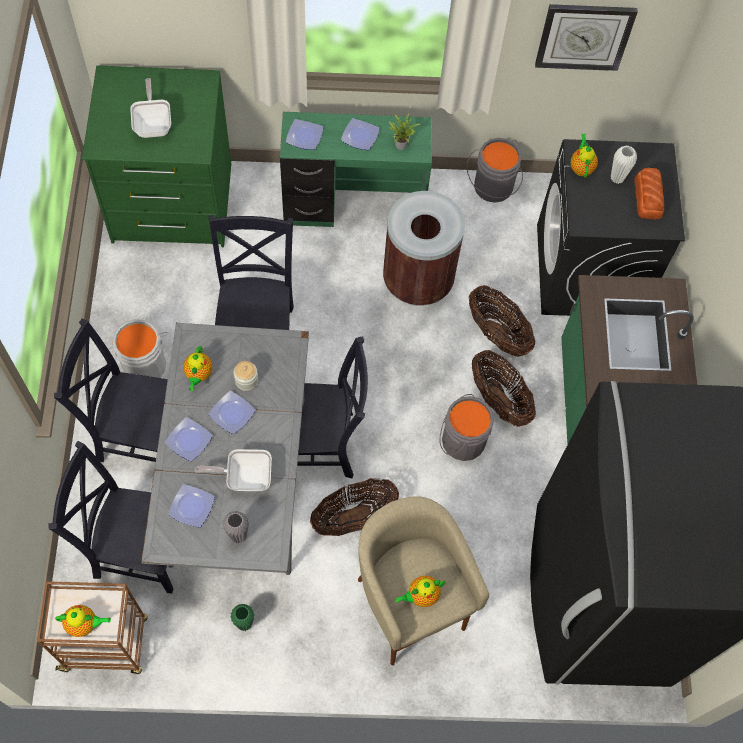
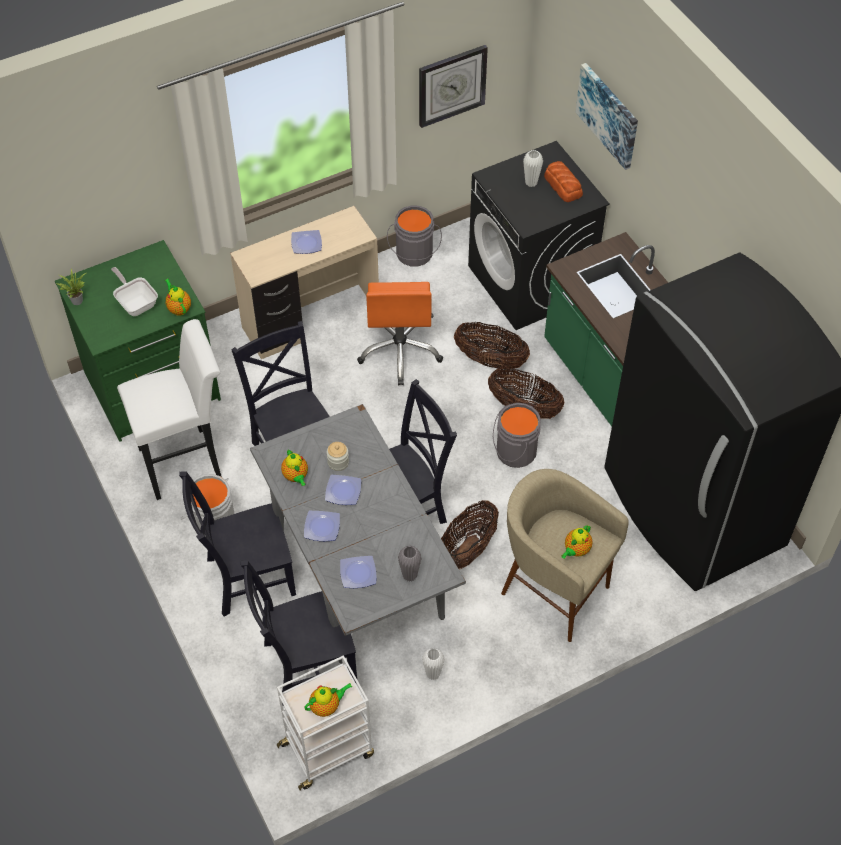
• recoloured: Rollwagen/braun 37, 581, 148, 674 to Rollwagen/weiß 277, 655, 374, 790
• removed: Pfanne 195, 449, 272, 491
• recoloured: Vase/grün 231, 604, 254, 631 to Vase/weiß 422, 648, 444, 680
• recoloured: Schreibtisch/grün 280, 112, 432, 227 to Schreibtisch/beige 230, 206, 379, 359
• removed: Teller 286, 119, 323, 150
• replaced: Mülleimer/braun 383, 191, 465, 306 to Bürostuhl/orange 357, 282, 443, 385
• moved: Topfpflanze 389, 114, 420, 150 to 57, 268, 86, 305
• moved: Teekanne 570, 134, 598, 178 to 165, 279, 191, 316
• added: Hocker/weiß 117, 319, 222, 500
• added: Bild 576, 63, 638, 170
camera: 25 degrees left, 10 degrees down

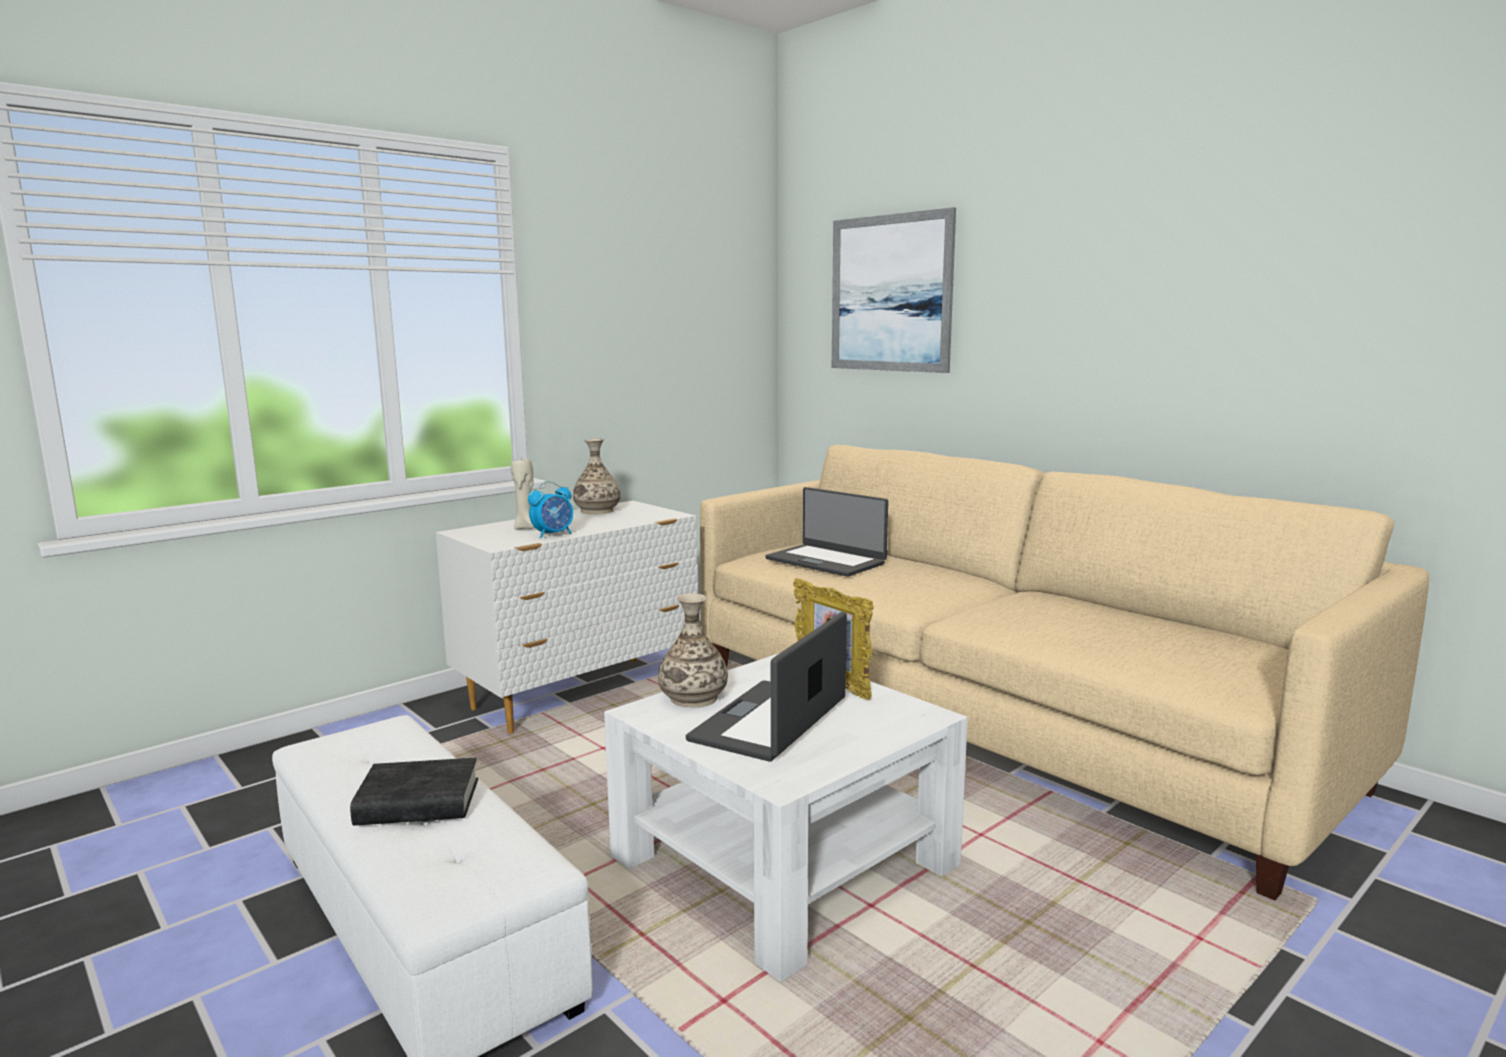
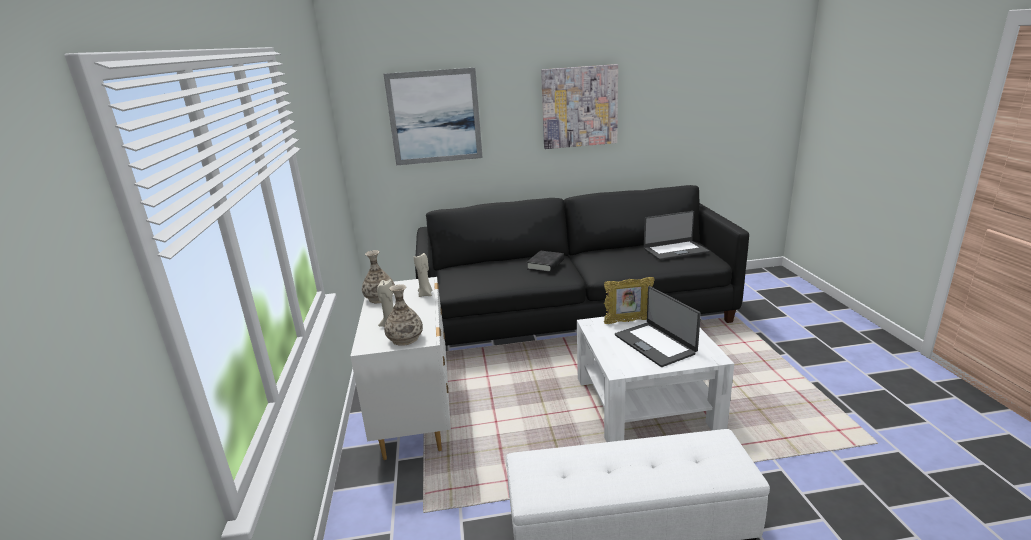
• moved: Buch/schwarz 350, 758, 478, 826 to 527, 250, 564, 272
• removed: Wecker 528, 481, 573, 538
• moved: Vase 658, 593, 728, 707 to 384, 284, 423, 346
• recoloured: Sofa/beige 700, 445, 1429, 900 to Sofa/schwarz 415, 185, 749, 346
• moved: Laptop 765, 487, 888, 577 to 644, 211, 709, 260
• added: Kerze/beige 414, 253, 432, 297
• added: Bild 541, 64, 618, 149
camera: 55 degrees left, 10 degrees up

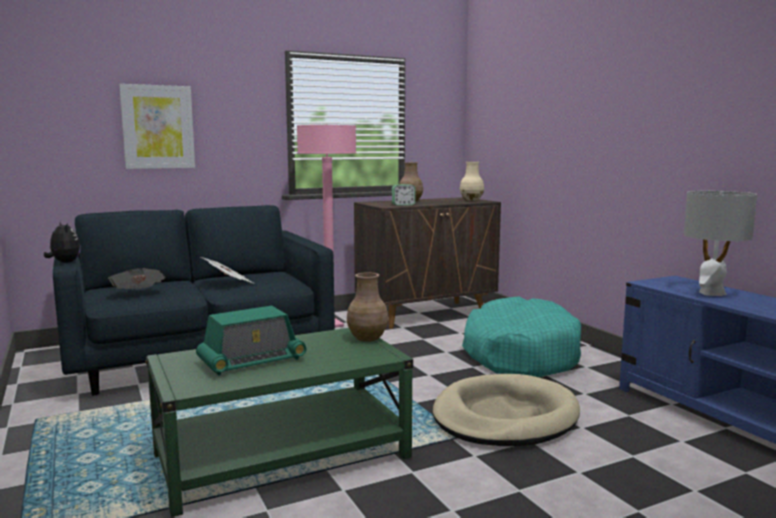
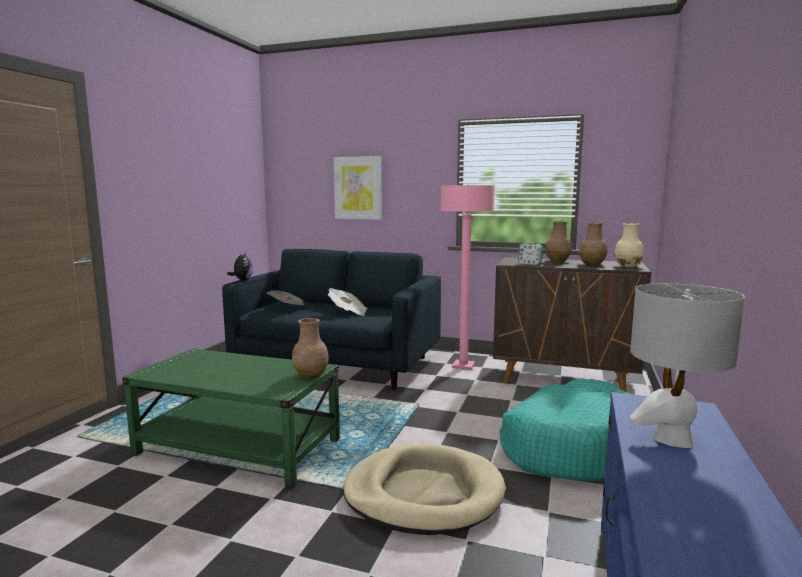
• removed: Radio 196, 306, 306, 376
• added: Vase/braun 579, 223, 607, 265
camera: 45 degrees right, 0 degrees up

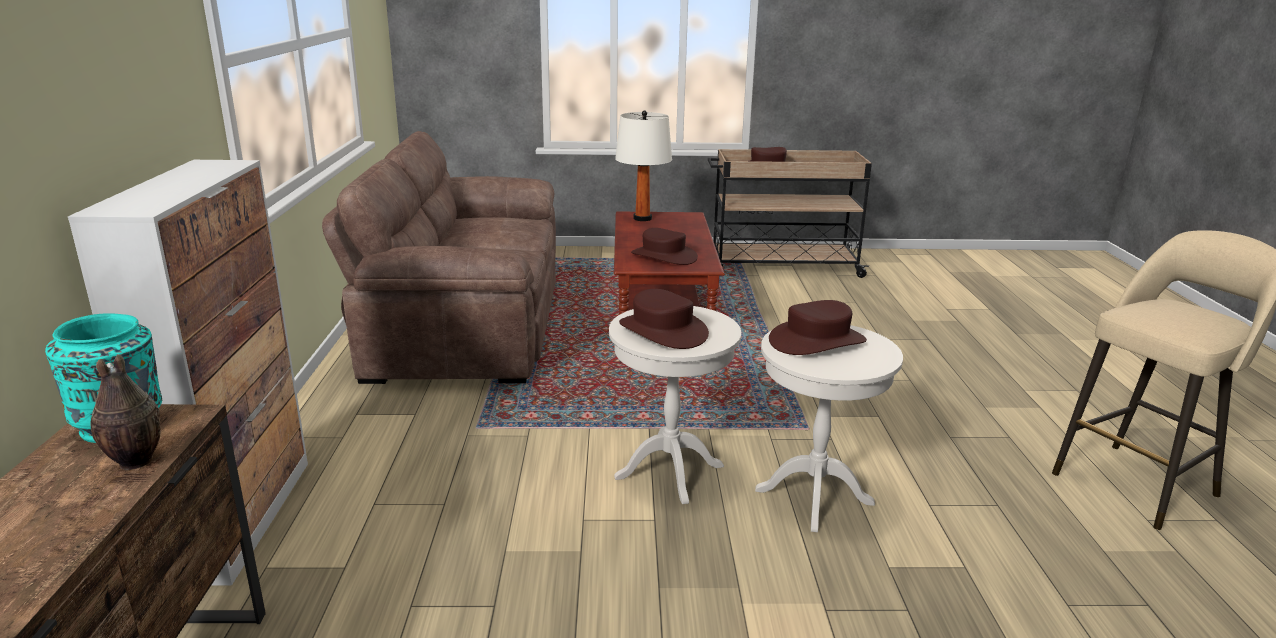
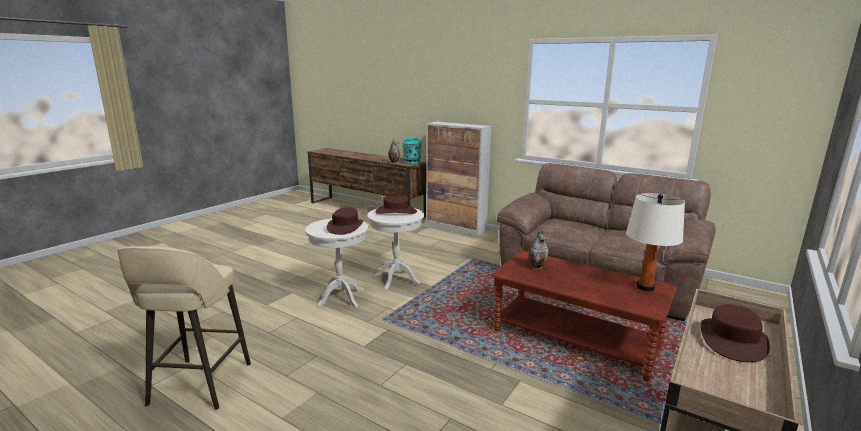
• replaced: Hut/braun 631, 228, 698, 265 to Vase 529, 230, 549, 269
camera: 125 degrees right, 5 degrees down

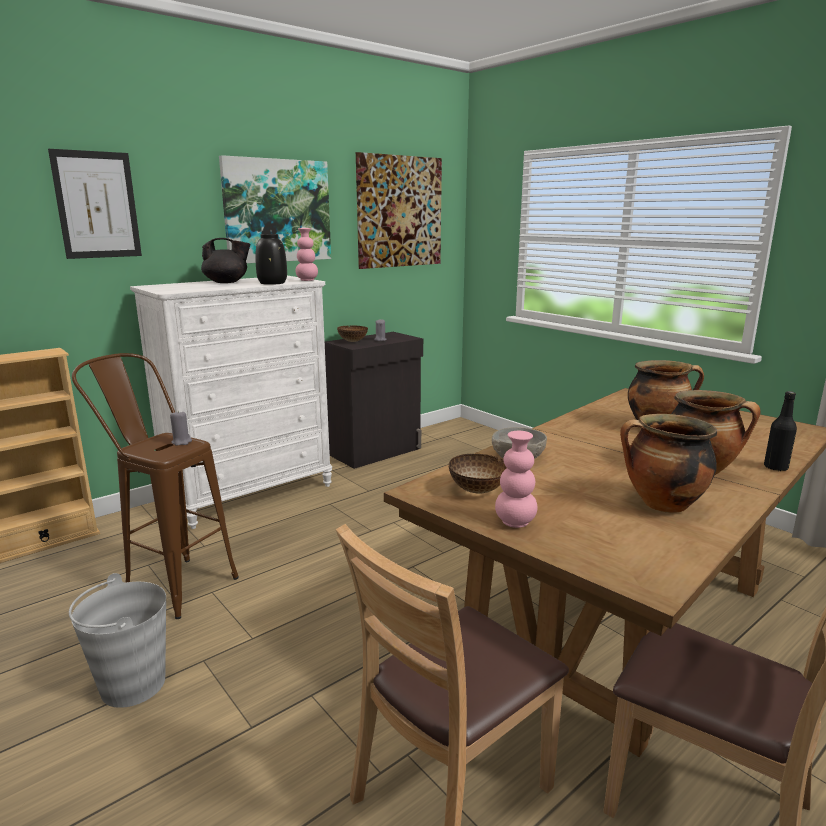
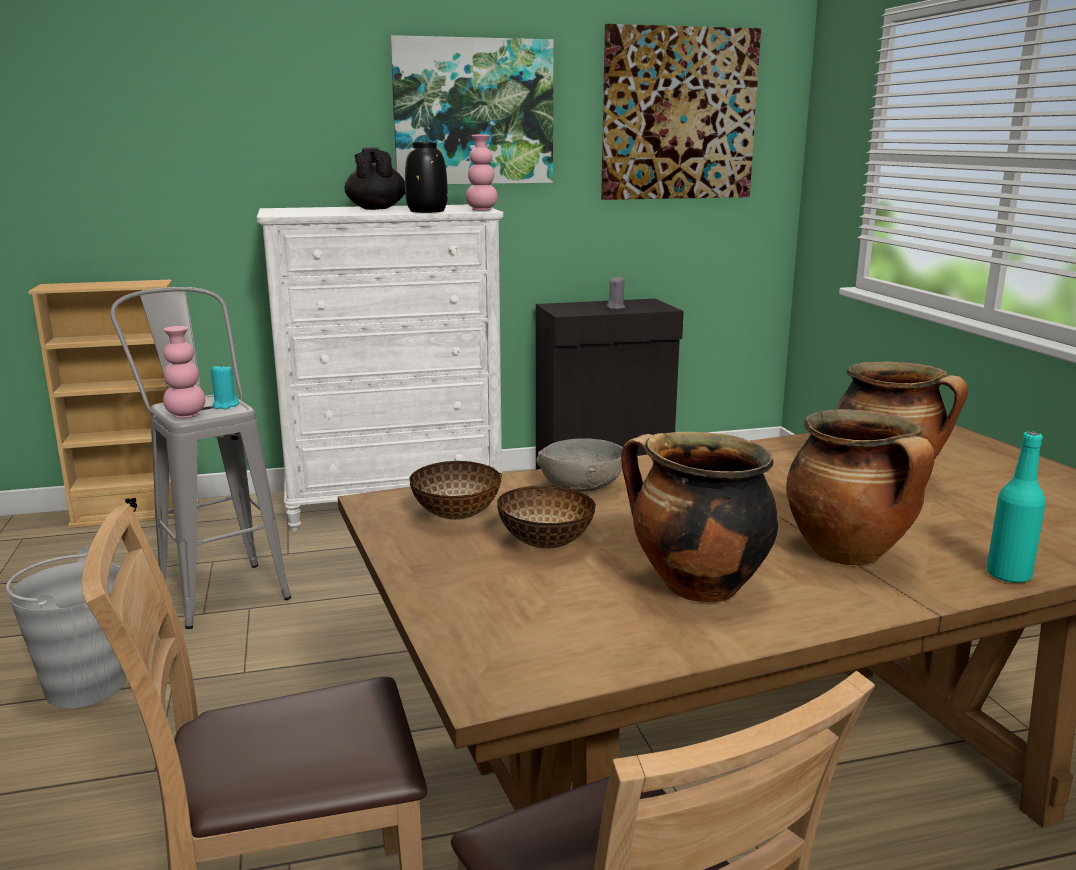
• removed: Bild 48, 149, 142, 259
• recoloured: Hocker/braun 72, 353, 239, 619 to Hocker/grau 110, 287, 291, 629
• recoloured: Kerze/grau 170, 411, 192, 446 to Kerze/türkis 211, 364, 239, 409
• turned: Teekanne/schwarz 201, 238, 250, 283 = 344, 147, 405, 210 120 degrees counterclockwise
• moved: Schüssel 337, 325, 368, 342 to 497, 485, 596, 549
• moved: Vase/rosa 495, 431, 538, 528 to 163, 326, 205, 418
• recoloured: Flasche/schwarz 764, 391, 797, 471 to Flasche/türkis 986, 431, 1046, 584
camera: 25 degrees right, 0 degrees up

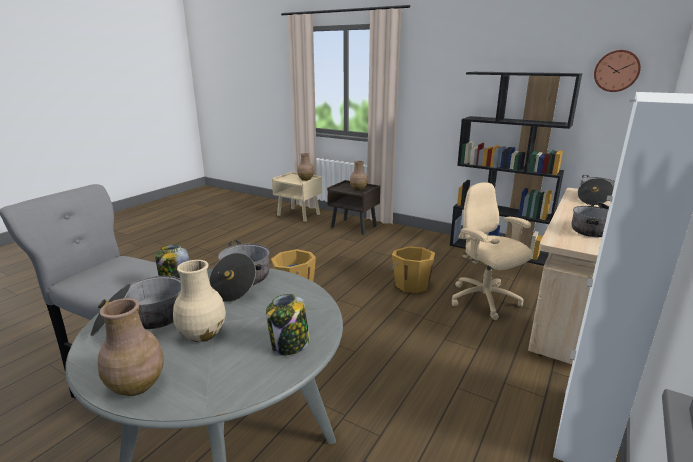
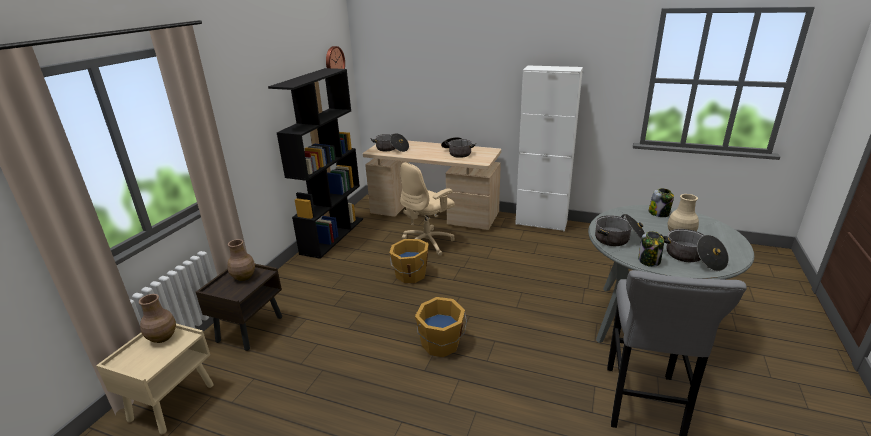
• removed: Vase/braun 98, 298, 164, 396
camera: 100 degrees left, 5 degrees up

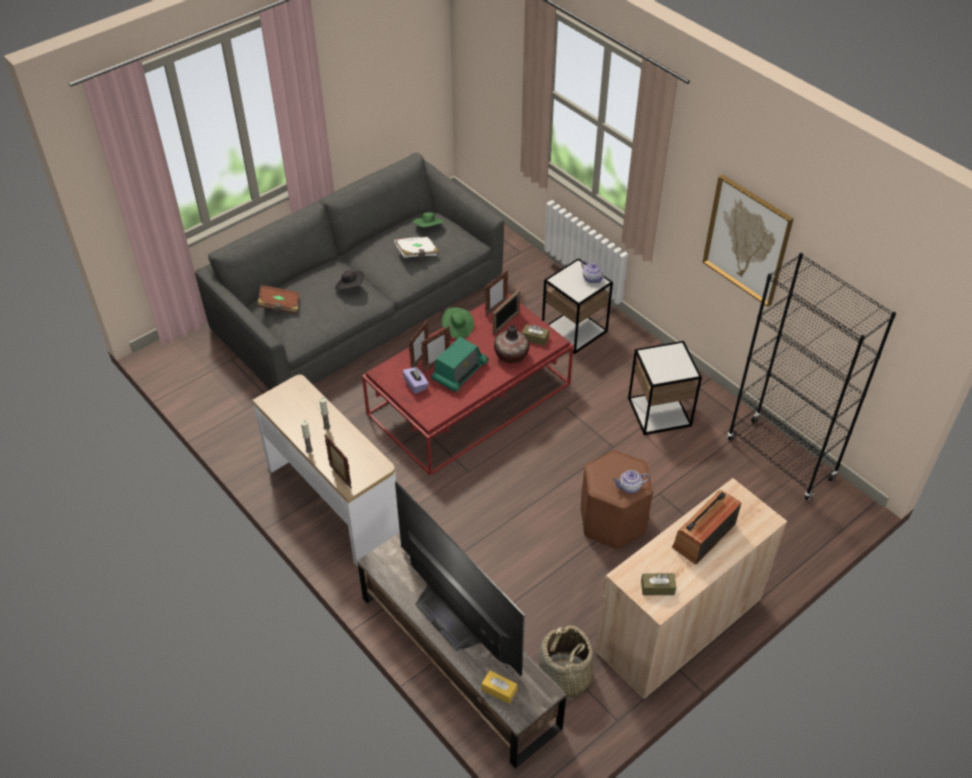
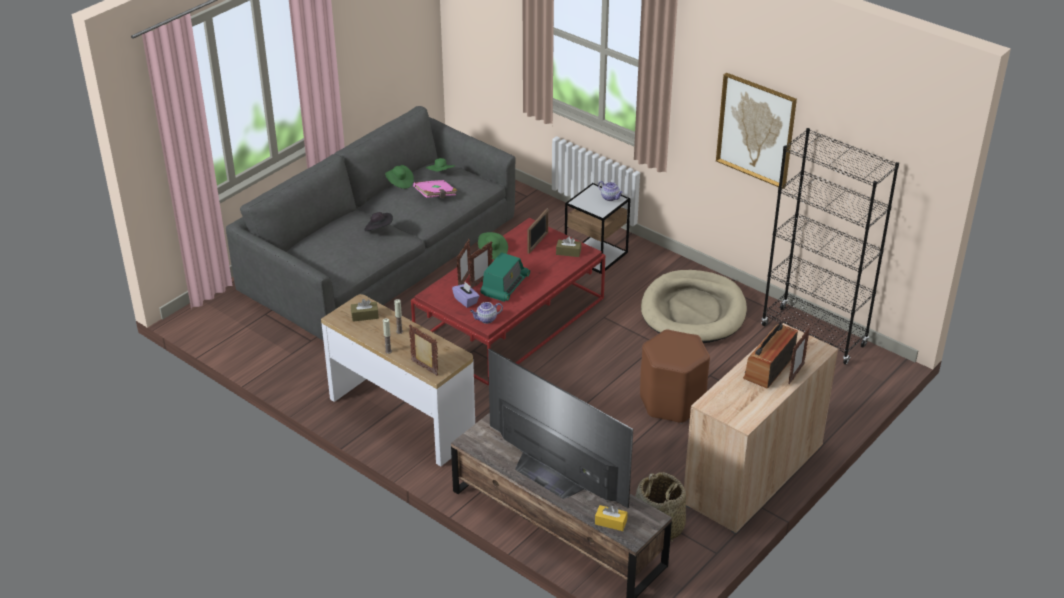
• removed: Buch/braun 257, 285, 300, 314
• recoloured: Buch/weiß 394, 237, 439, 258 to Buch/rosa 413, 180, 458, 198
• moved: Bilderrahmen 485, 270, 508, 316 to 788, 327, 810, 385
• removed: Vase 494, 325, 529, 364
• moved: Teekanne 613, 470, 650, 494 to 470, 302, 503, 324
• replaced: Beistelltisch 628, 341, 702, 435 to Hundebett/beige 641, 270, 747, 343
• moved: Taschentuchbox/braun 641, 573, 676, 595 to 351, 299, 379, 322
• added: Hut/grün 385, 165, 414, 189
camera: 10 degrees left, 10 degrees down

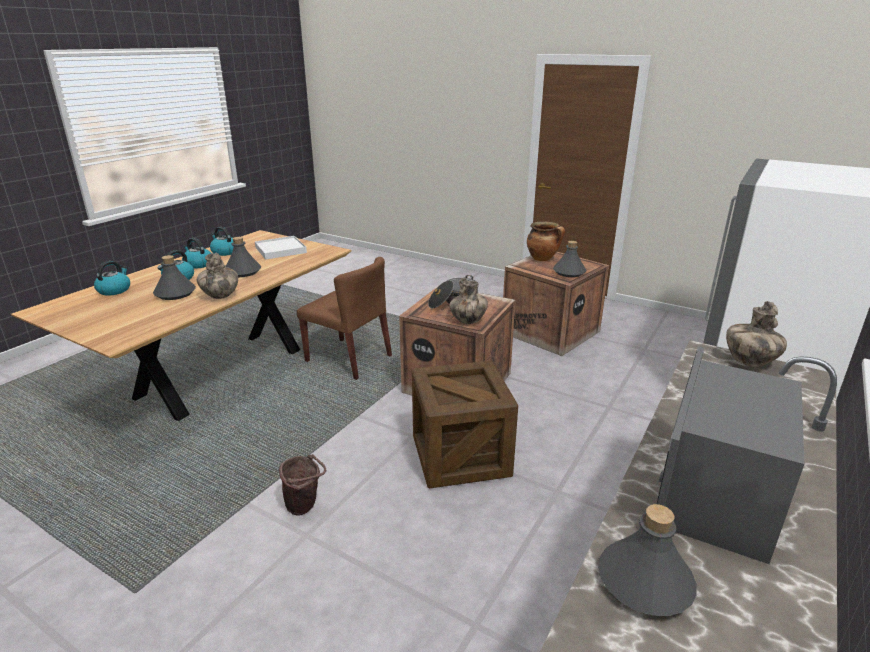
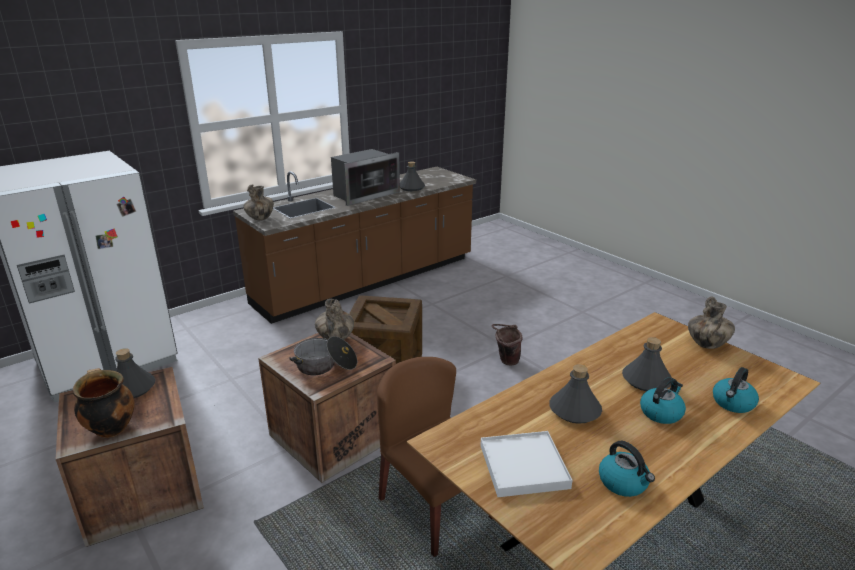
• removed: Wasserkessel 182, 238, 211, 269
• moved: Vase 197, 253, 238, 299 to 688, 296, 735, 349
camera: 160 degrees left, 0 degrees up

